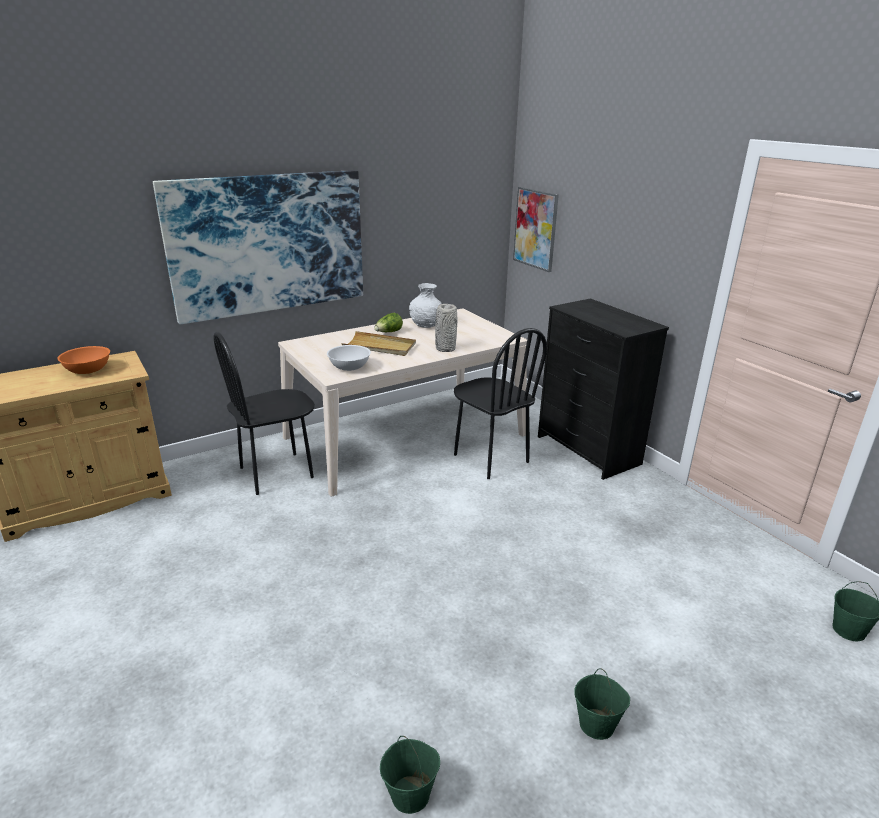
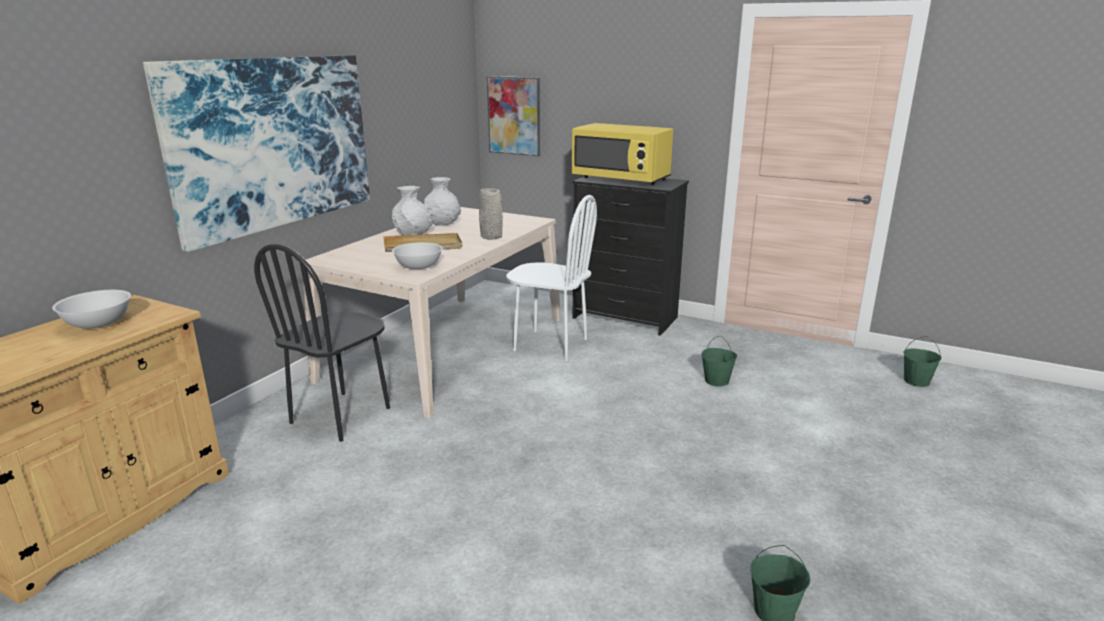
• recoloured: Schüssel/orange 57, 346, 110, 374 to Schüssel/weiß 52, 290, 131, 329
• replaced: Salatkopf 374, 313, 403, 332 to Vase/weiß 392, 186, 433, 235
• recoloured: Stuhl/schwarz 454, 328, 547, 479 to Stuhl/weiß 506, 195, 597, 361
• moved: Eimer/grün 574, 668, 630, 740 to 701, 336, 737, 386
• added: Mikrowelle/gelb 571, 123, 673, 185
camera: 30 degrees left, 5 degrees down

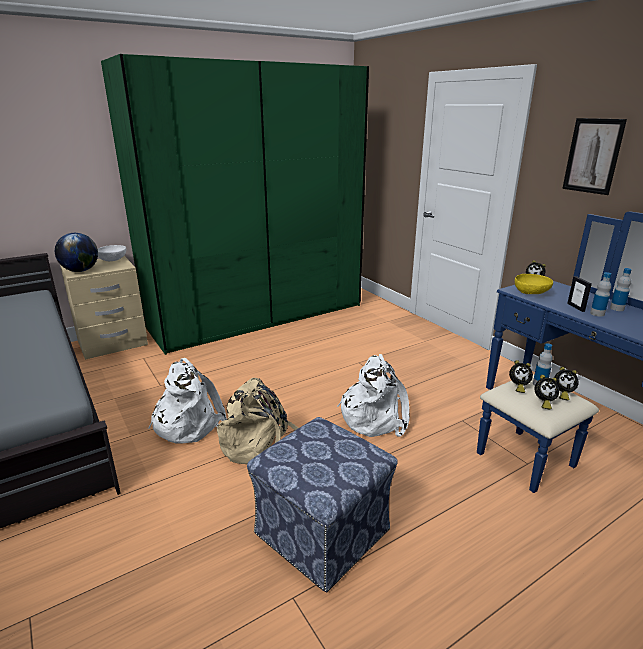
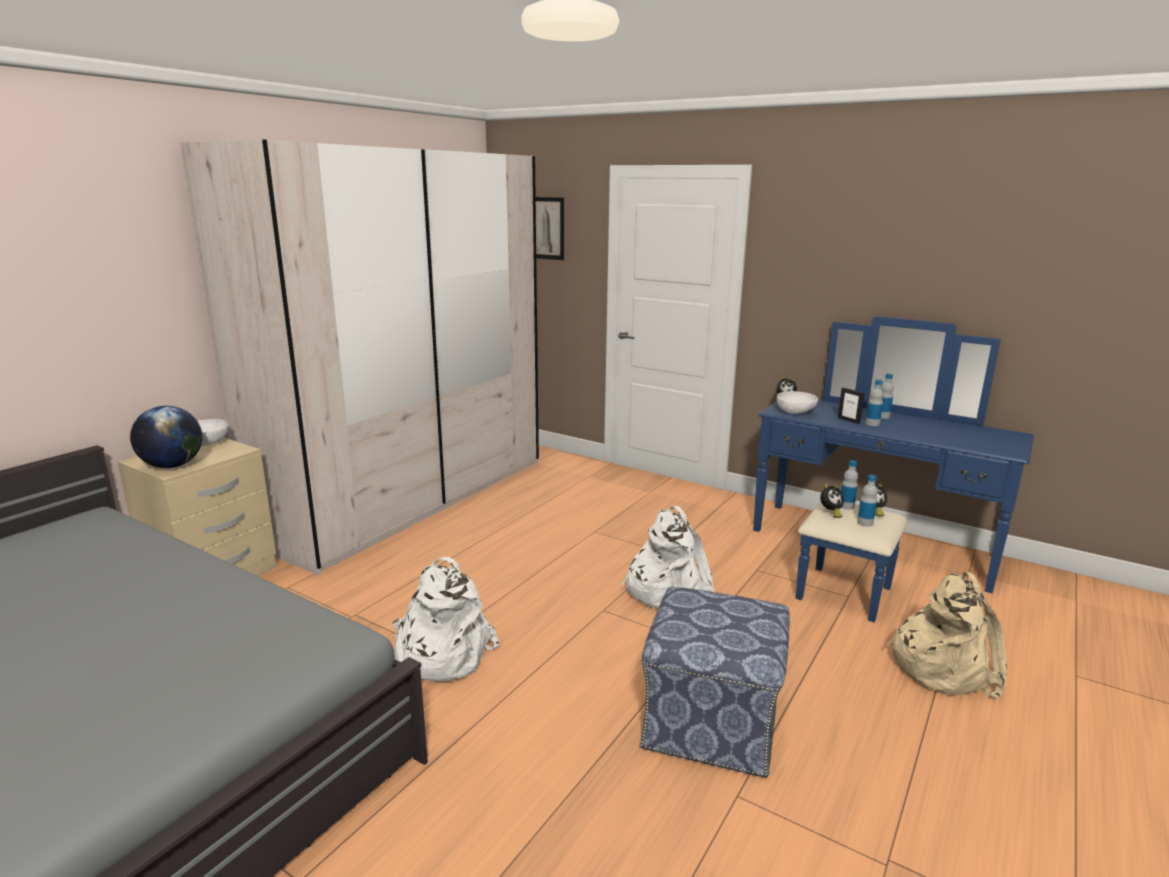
• recoloured: Kleiderschrank/grün 101, 54, 369, 355 to Kleiderschrank/beige 180, 139, 539, 575
• moved: Rucksack/beige 217, 378, 298, 464 to 885, 572, 1007, 699
• recoloured: Schüssel/gelb 515, 274, 553, 294 to Schüssel/weiß 777, 391, 818, 414
• replaced: Wecker 534, 375, 559, 410 to Flasche 857, 475, 878, 527
• moved: Bild 562, 118, 627, 195 to 536, 197, 564, 260
camera: 25 degrees left, 5 degrees down

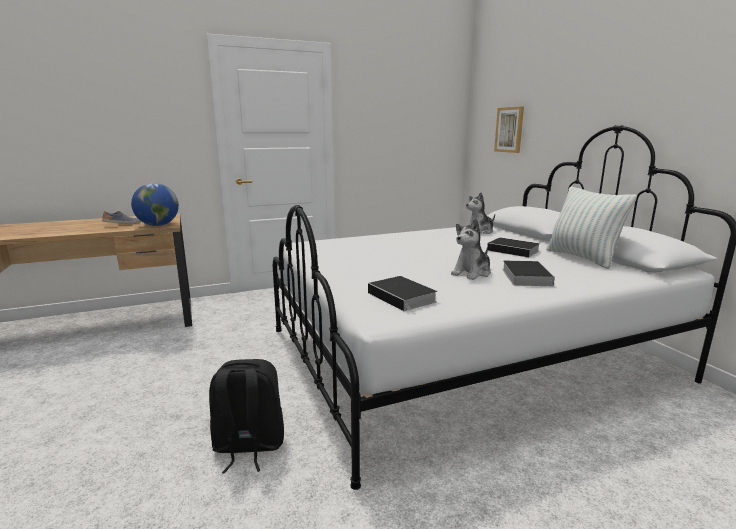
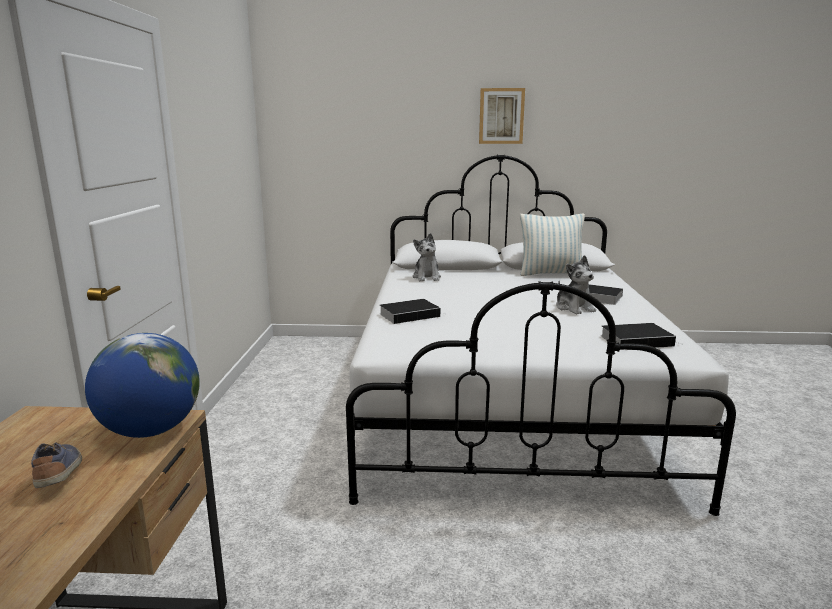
• removed: Rucksack/schwarz 209, 359, 284, 474
• moved: Buch 487, 238, 540, 258 to 380, 299, 440, 324
• moved: Bild 494, 106, 524, 153 to 479, 88, 525, 144
camera: 65 degrees left, 0 degrees up

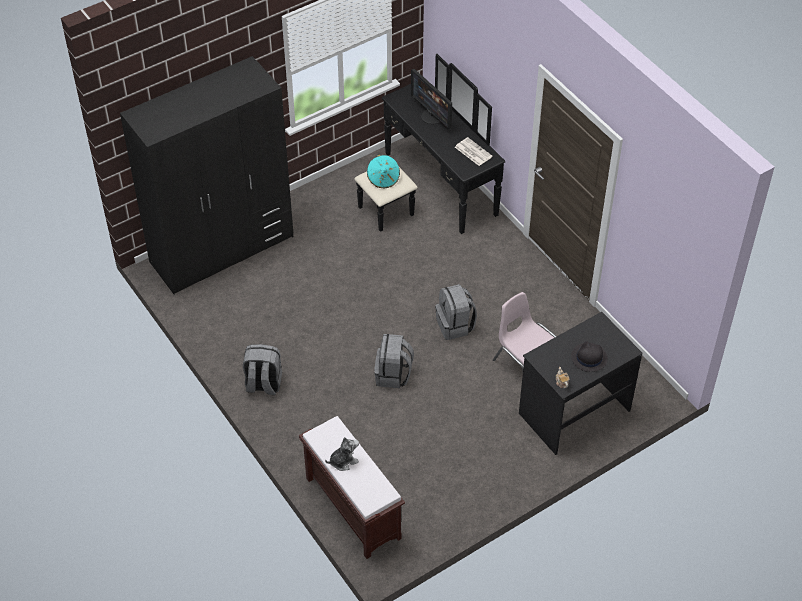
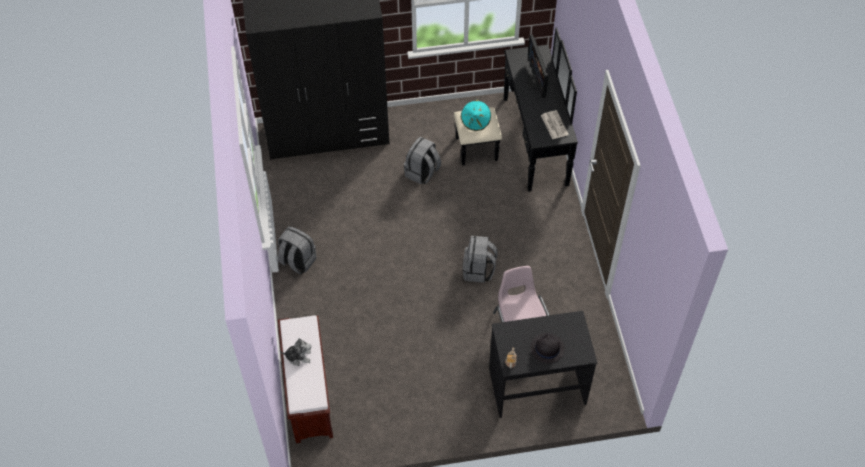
• moved: Rucksack/grau 374, 334, 414, 388 to 404, 137, 441, 185
camera: 25 degrees right, 5 degrees up

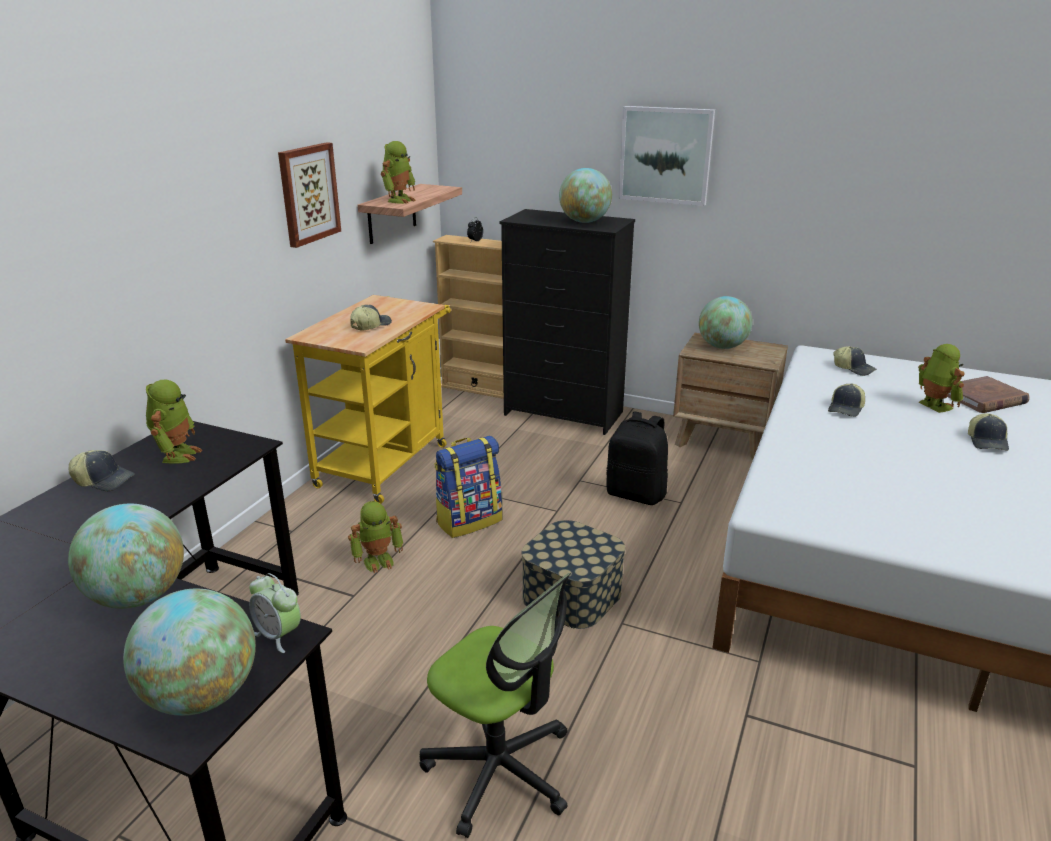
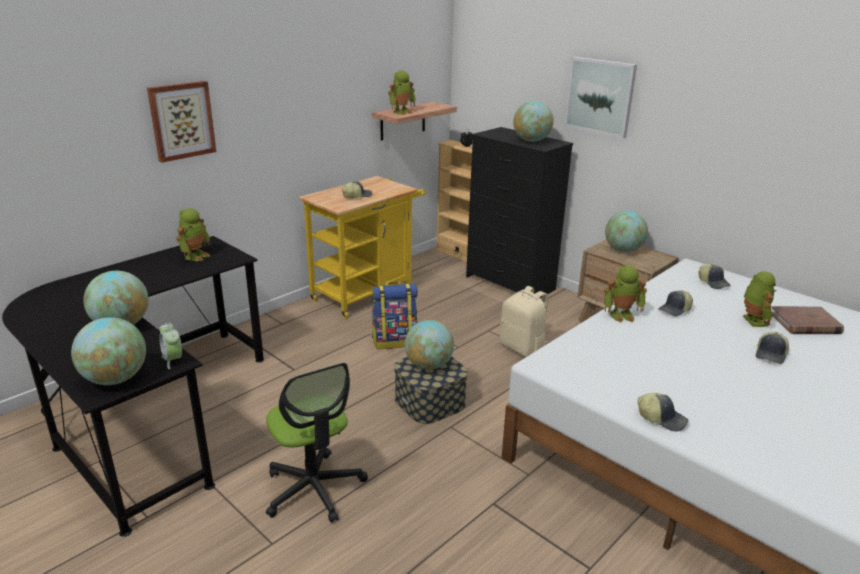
• moved: Kappe 69, 450, 135, 491 to 637, 393, 688, 432
• moved: Bild 278, 142, 341, 248 to 147, 81, 216, 163
• moved: Spielzeugroboter 348, 501, 403, 573 to 604, 265, 647, 322
• recoloured: Rucksack/schwarz 606, 412, 668, 505 to Rucksack/beige 500, 286, 548, 357
• added: Globus 405, 320, 454, 370
camera: 20 degrees right, 0 degrees up

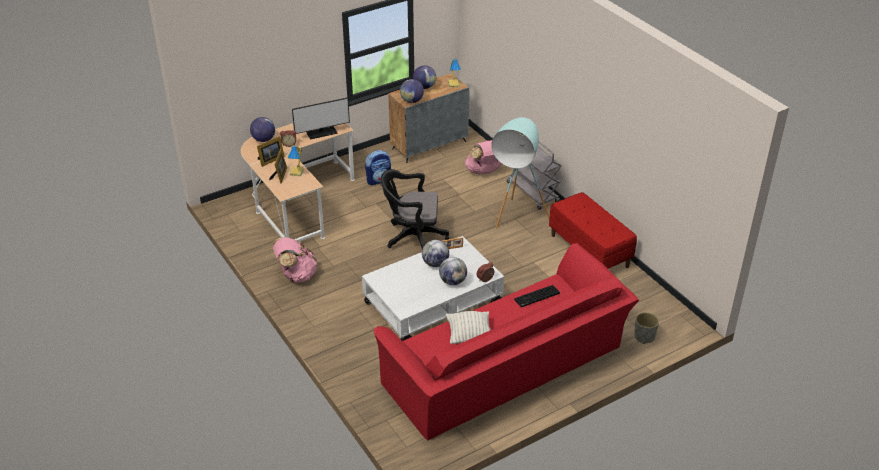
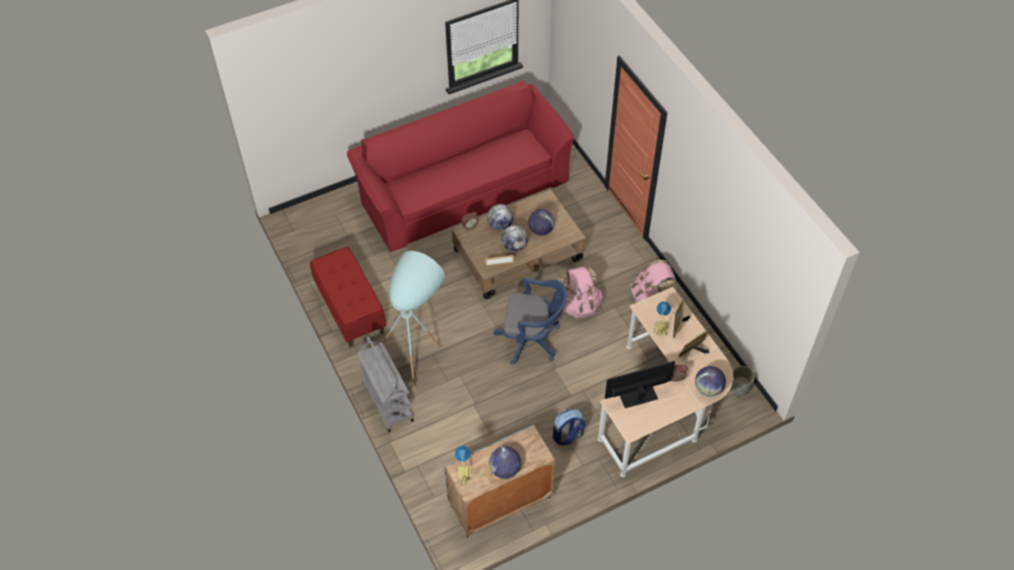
• recoloured: Couchtisch/weiß 362, 236, 504, 341 to Couchtisch/braun 452, 189, 586, 299
• recoloured: Bürostuhl/schwarz 381, 169, 449, 249 to Bürostuhl/blau 494, 278, 567, 365
• moved: Globus 400, 79, 424, 103 to 528, 209, 555, 236
• removed: Kissen 446, 311, 491, 344
• moved: Rucksack/rosa 465, 140, 502, 175 to 557, 267, 603, 318
• removed: Tastatur 514, 285, 560, 307
• moved: Pflanzkübel/grau 634, 312, 659, 344 to 730, 366, 755, 396
camera: 175 degrees left, 15 degrees up

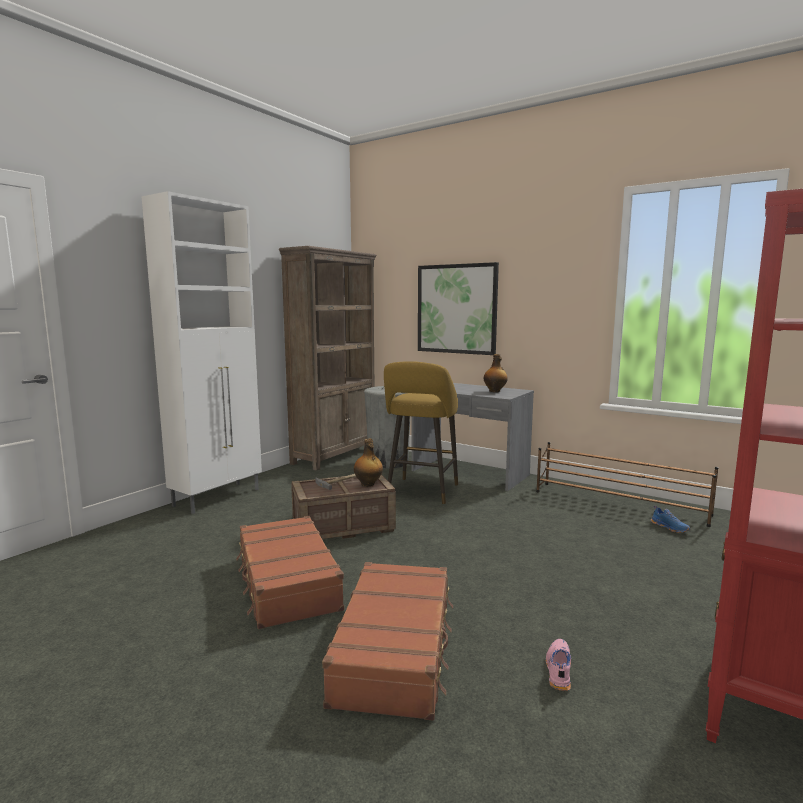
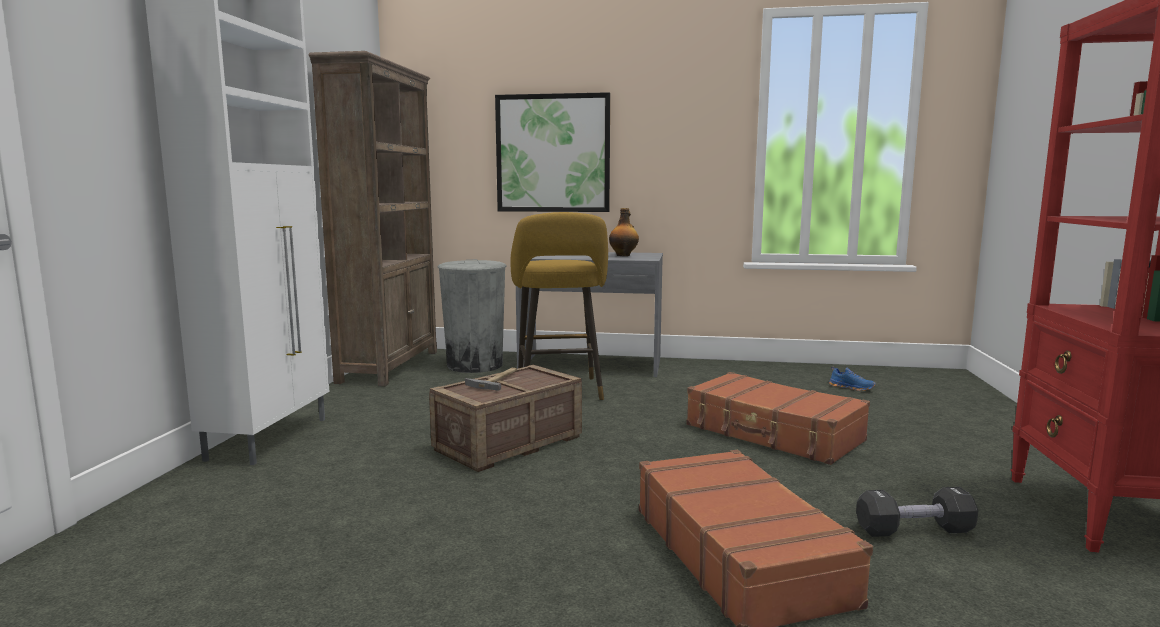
• moved: Koffer/braun 236, 516, 344, 629 to 686, 372, 870, 465
• removed: Flasche 354, 439, 383, 487
• removed: Schuhregal/braun 536, 442, 719, 527
• replaced: Schuh/rosa 545, 639, 571, 691 to Hantel/schwarz 856, 487, 978, 537
camera: 25 degrees left, 0 degrees up

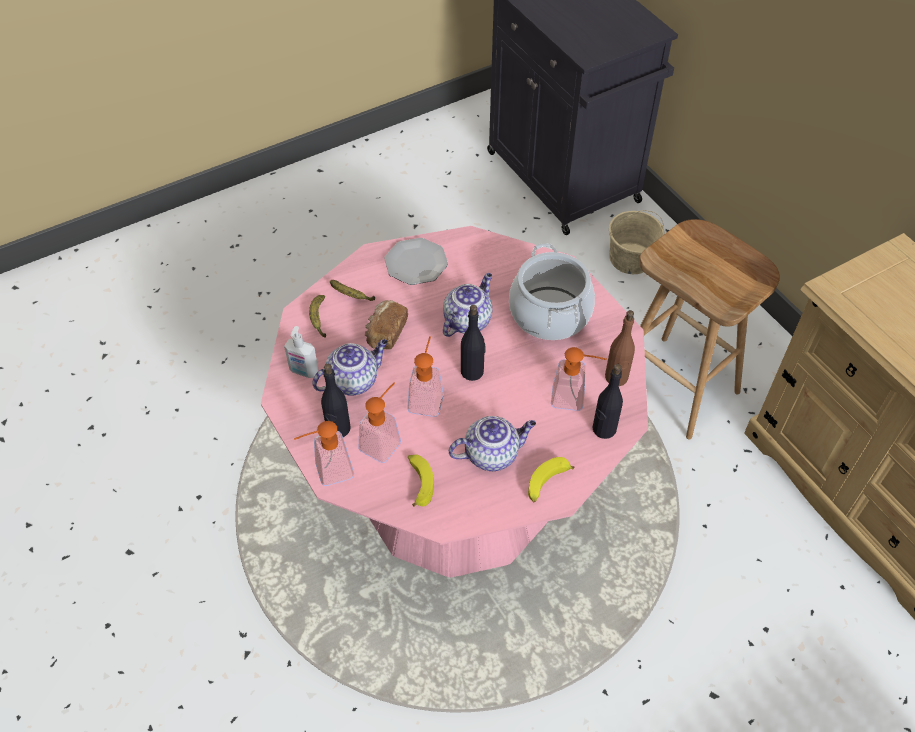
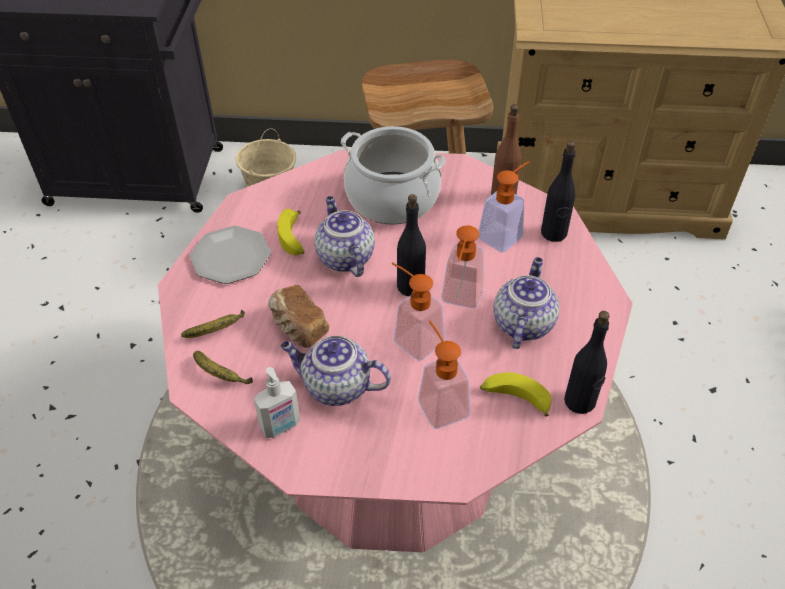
• moved: Seifenspender 294, 421, 354, 486 to 441, 225, 484, 308
• turned: Teekanne 312, 339, 388, 396 = 280, 336, 391, 406 75 degrees counterclockwise
• moved: Flasche/schwarz 321, 364, 351, 437 to 564, 311, 610, 414
• moved: Banane 528, 457, 574, 502 to 277, 209, 304, 255
camera: 55 degrees left, 5 degrees down

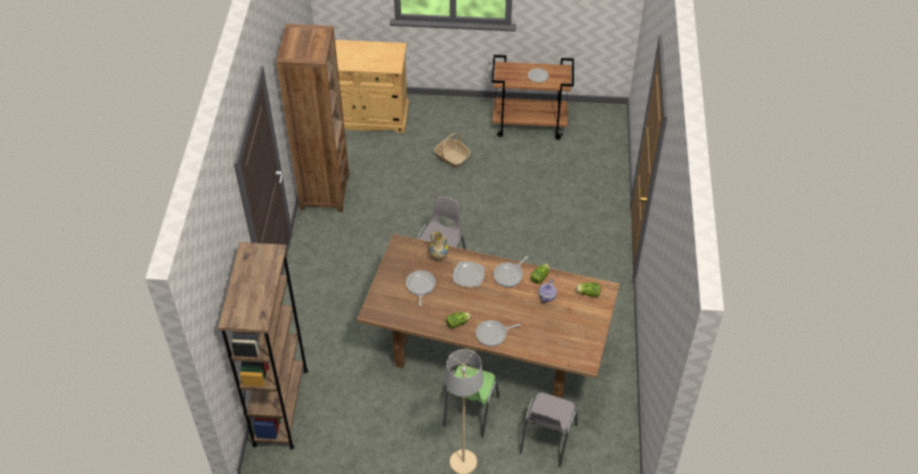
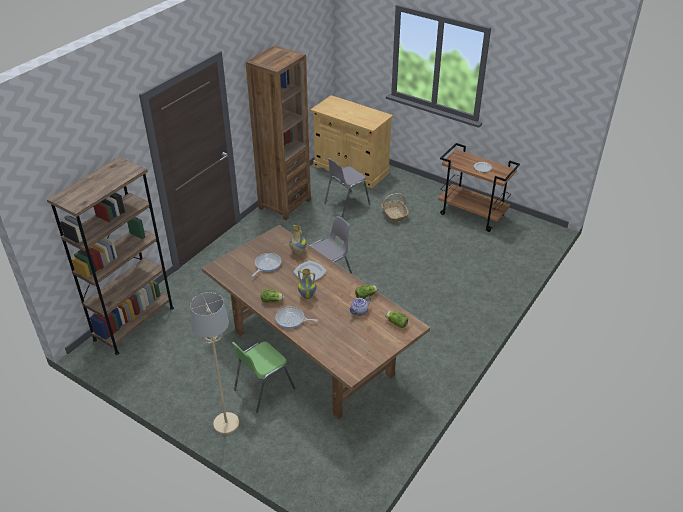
• removed: Pfanne 493, 256, 528, 287
• moved: Stuhl/grau 520, 392, 578, 467 to 324, 158, 370, 217
• added: Vase 298, 268, 316, 299
camera: 30 degrees right, 10 degrees down

